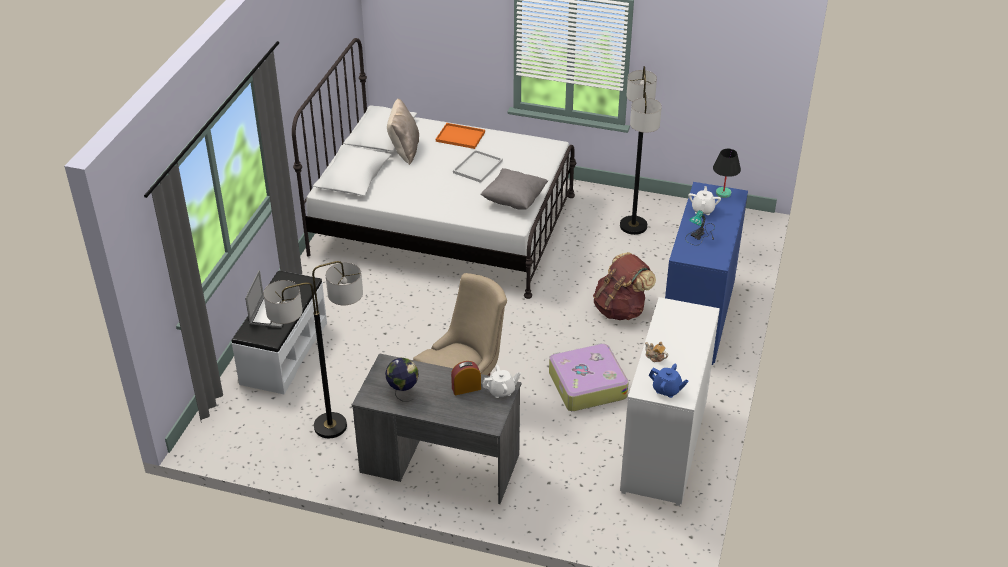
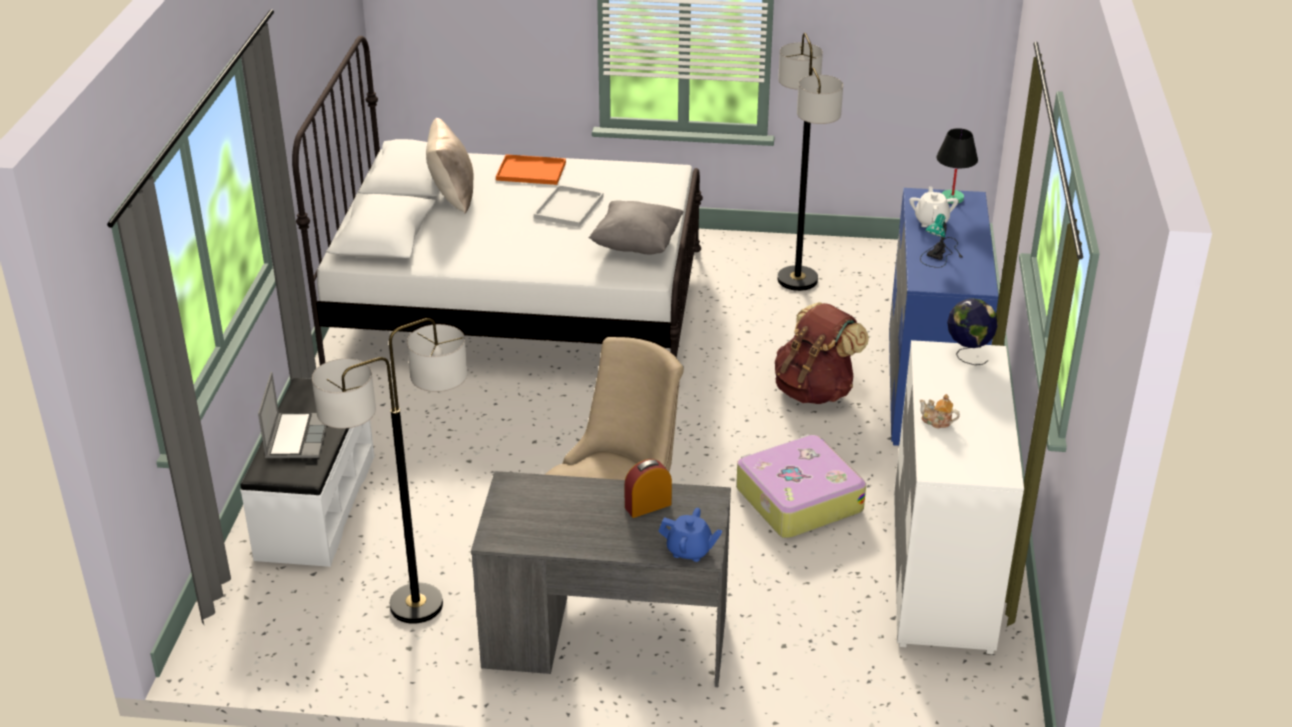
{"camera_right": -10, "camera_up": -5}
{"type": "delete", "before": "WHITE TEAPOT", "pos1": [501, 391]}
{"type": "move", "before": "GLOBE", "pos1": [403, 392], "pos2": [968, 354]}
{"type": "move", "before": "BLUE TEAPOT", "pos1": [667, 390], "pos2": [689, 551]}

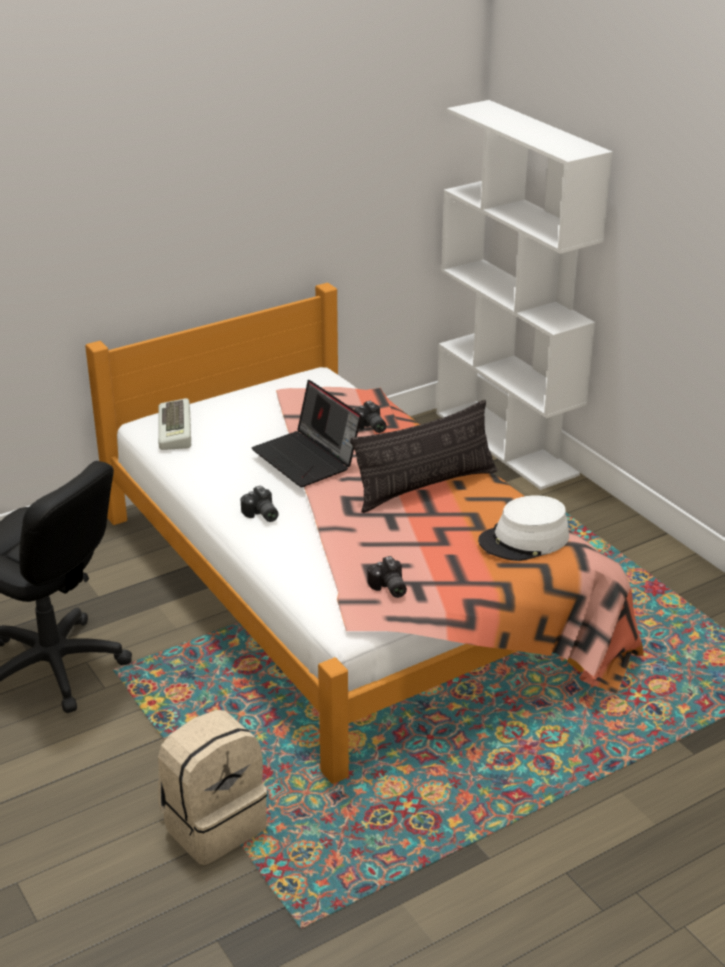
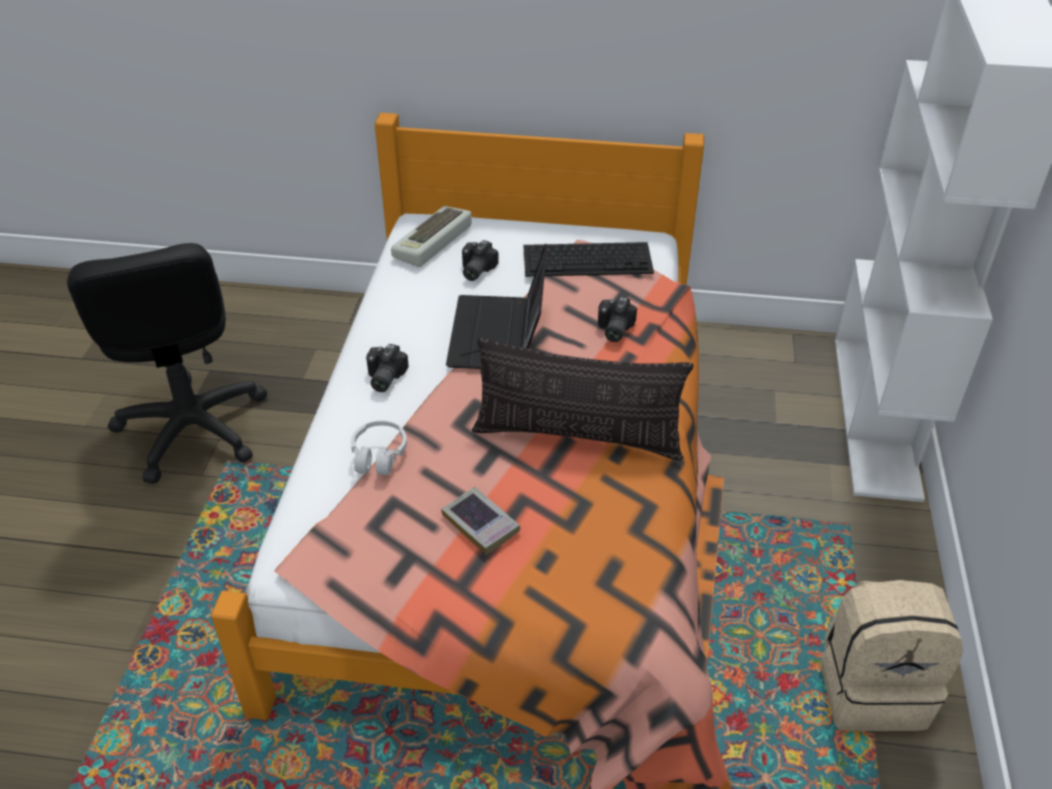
{"camera_right": 40, "camera_up": 10}
{"type": "delete", "before": "WHITE HAT", "pos1": [524, 540]}
{"type": "insert", "after": "WHITE HEADPHONES", "pos2": [379, 455]}
{"type": "insert", "after": "BOOK", "pos2": [480, 524]}
{"type": "insert", "after": "KEYBOARD", "pos2": [588, 259]}
{"type": "move", "before": "BEIGE BACKPACK", "pos1": [213, 823], "pos2": [872, 689]}
{"type": "move", "before": "PHOTO CAMERA", "pos1": [388, 588], "pos2": [474, 270]}

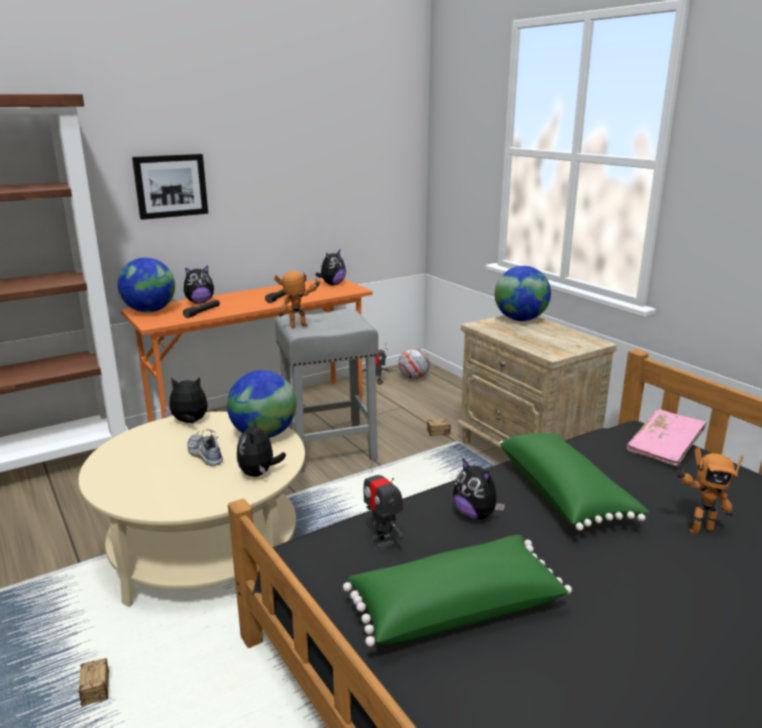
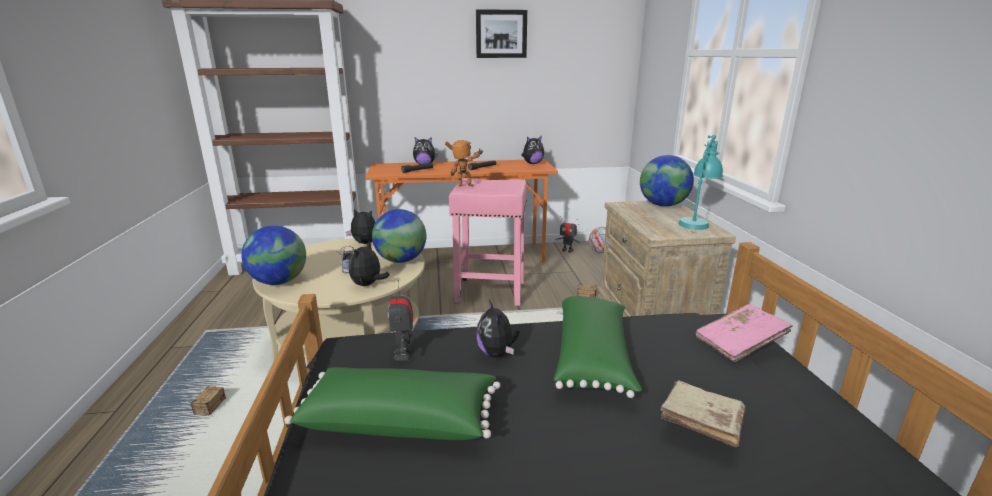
{"camera_right": 25, "camera_up": 0}
{"type": "insert", "after": "TURQUOISE TABLE LAMP", "pos2": [696, 221]}
{"type": "move", "before": "GLOBE", "pos1": [150, 311], "pos2": [279, 282]}
{"type": "move", "before": "PICTURE", "pos1": [170, 186], "pos2": [501, 34]}
{"type": "replace", "before": "TOY ROBOT", "after": "BEIGE BOOK", "pos1": [698, 528], "pos2": [700, 424]}
{"type": "recolor", "before": "GREY STOOL", "after": "PINK STOOL", "pos1": [328, 451], "pos2": [489, 291]}

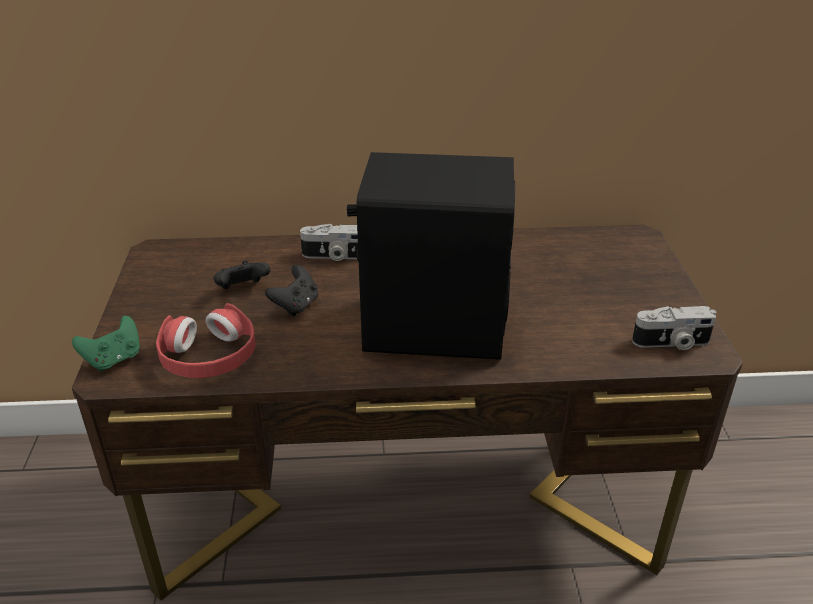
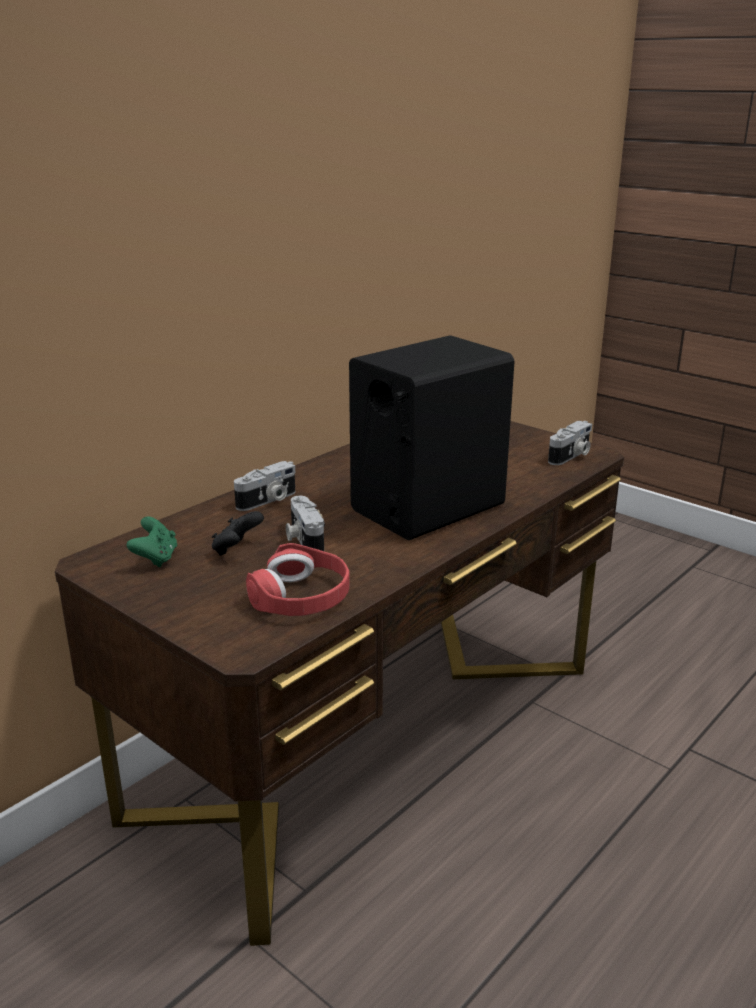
{"camera_right": -45, "camera_up": -10}
{"type": "move", "before": "GREEN GAME CONTROLLER", "pos1": [114, 359], "pos2": [156, 558]}
{"type": "replace", "before": "BLACK GAME CONTROLLER", "after": "PHOTO CAMERA", "pos1": [296, 305], "pos2": [303, 539]}

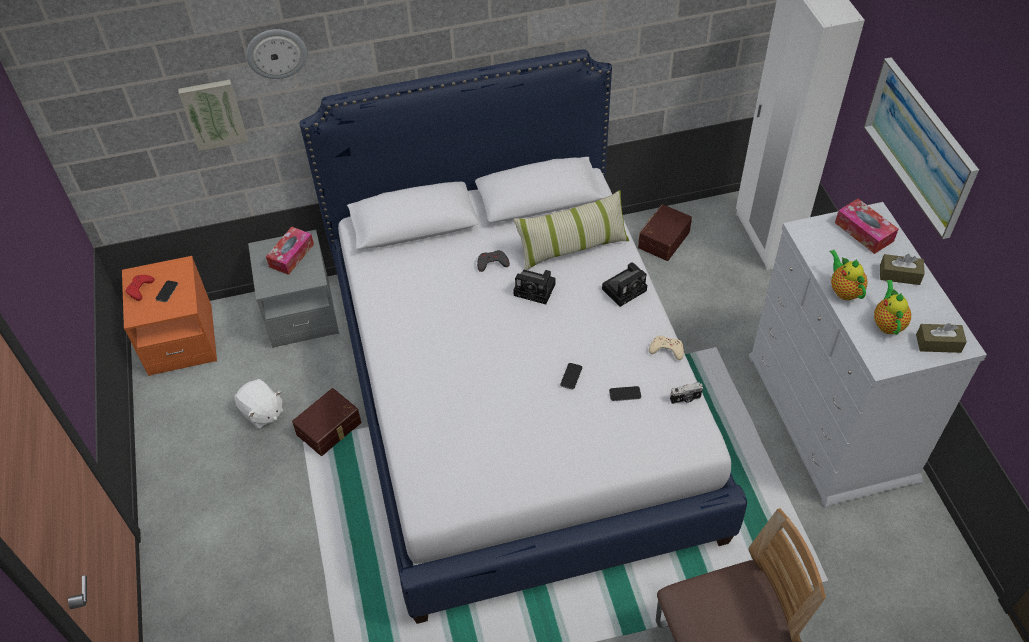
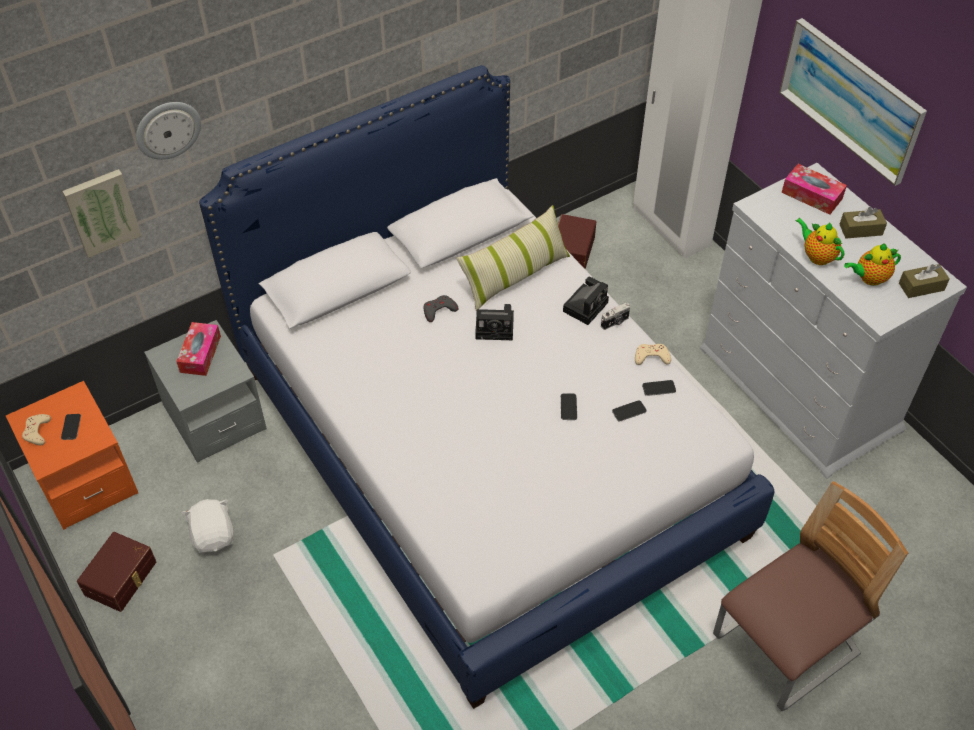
{"camera_right": -20, "camera_up": 0}
{"type": "insert", "after": "PHONE", "pos2": [658, 388]}
{"type": "move", "before": "BROWN STORAGE BOX", "pos1": [330, 429], "pos2": [122, 578]}
{"type": "move", "before": "PHOTO CAMERA", "pos1": [685, 399], "pos2": [615, 322]}
{"type": "recolor", "before": "RED GAME CONTROLLER", "after": "BEIGE GAME CONTROLLER", "pos1": [140, 289], "pos2": [37, 432]}
{"type": "rotate", "before": "WHITE PLUSH TOY", "pos1": [262, 412], "pos2": [214, 535], "turn": -135}
{"type": "rotate", "before": "TEAPOT", "pos1": [887, 323], "pos2": [869, 278], "turn": -90}

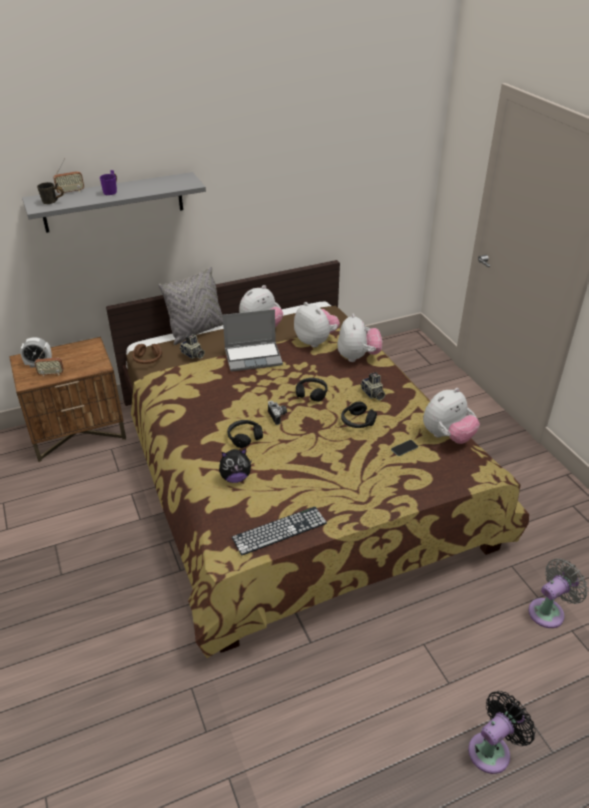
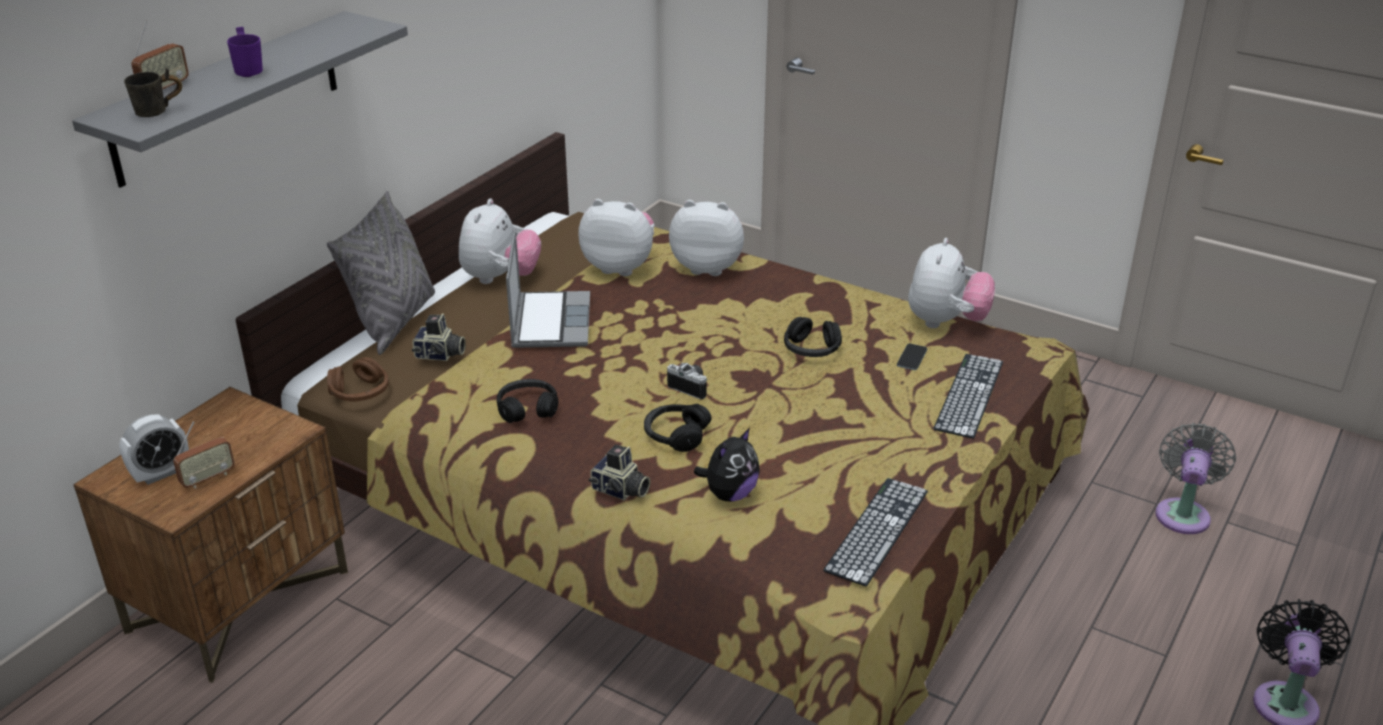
{"camera_right": -35, "camera_up": -5}
{"type": "insert", "after": "KEYBOARD", "pos2": [969, 395]}
{"type": "move", "before": "BLACK HEADPHONES", "pos1": [311, 393], "pos2": [527, 409]}
{"type": "move", "before": "PHOTO CAMERA", "pos1": [372, 394], "pos2": [620, 490]}
{"type": "rotate", "before": "LAPTOP", "pos1": [254, 357], "pos2": [549, 321], "turn": -45}
{"type": "rotate", "before": "PLUSH TOY", "pos1": [358, 357], "pos2": [707, 267], "turn": -45}

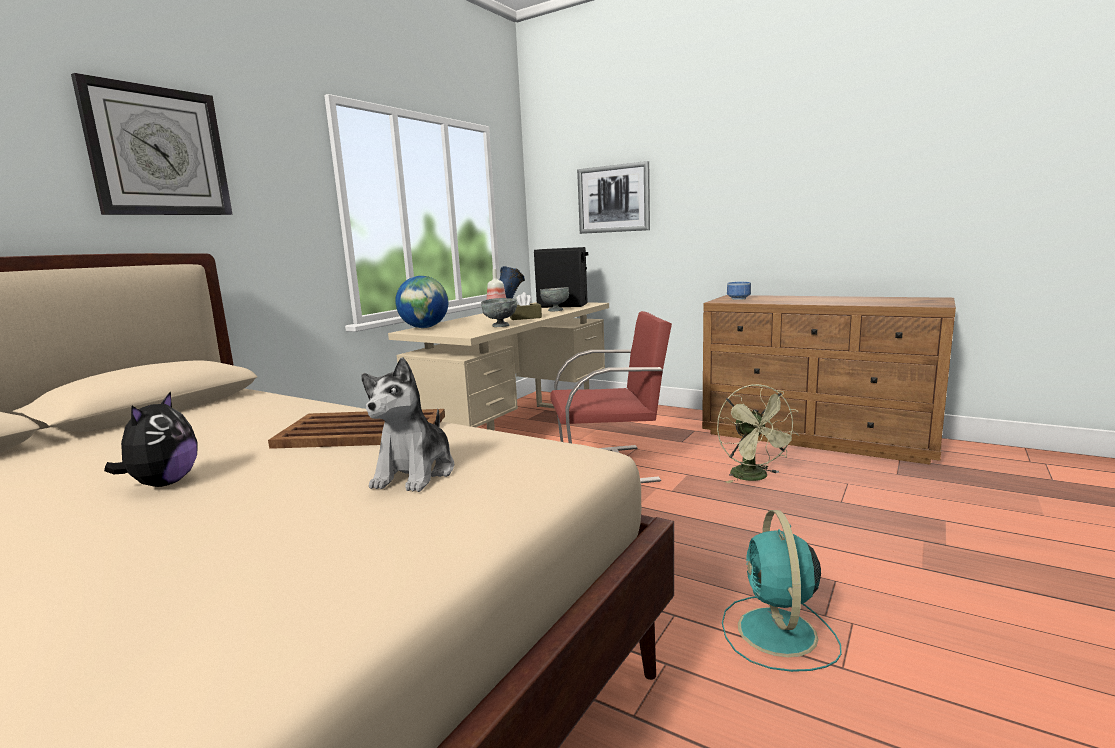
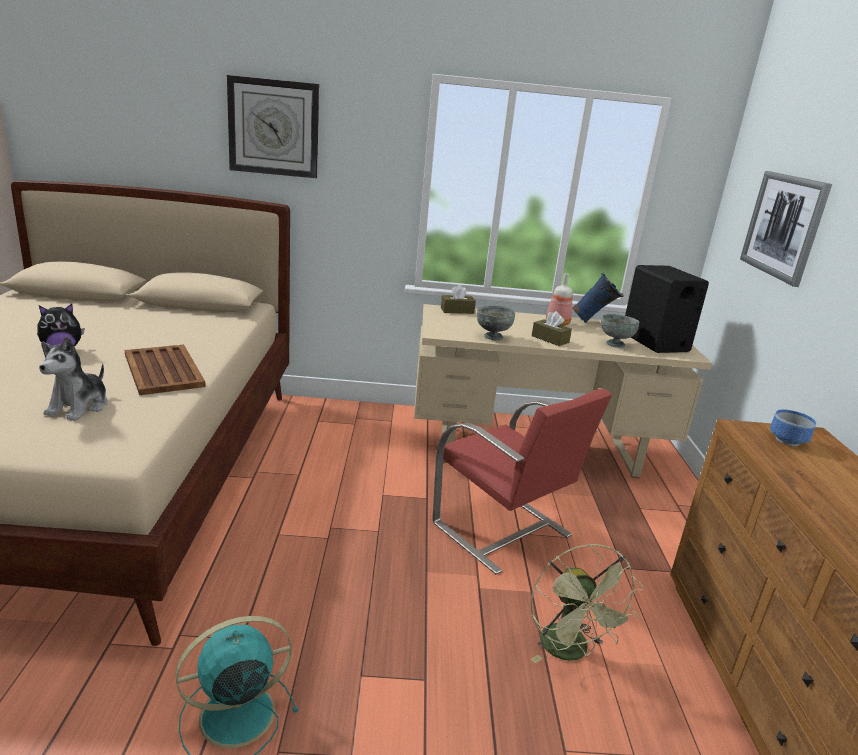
{"camera_right": 55, "camera_up": 10}
{"type": "replace", "before": "GLOBE", "after": "BROWN TISSUE BOX", "pos1": [424, 327], "pos2": [457, 310]}
{"type": "rotate", "before": "PLUSH TOY", "pos1": [416, 473], "pos2": [79, 407], "turn": -60}
{"type": "rotate", "before": "GREEN FAN", "pos1": [754, 477], "pos2": [570, 651], "turn": -60}

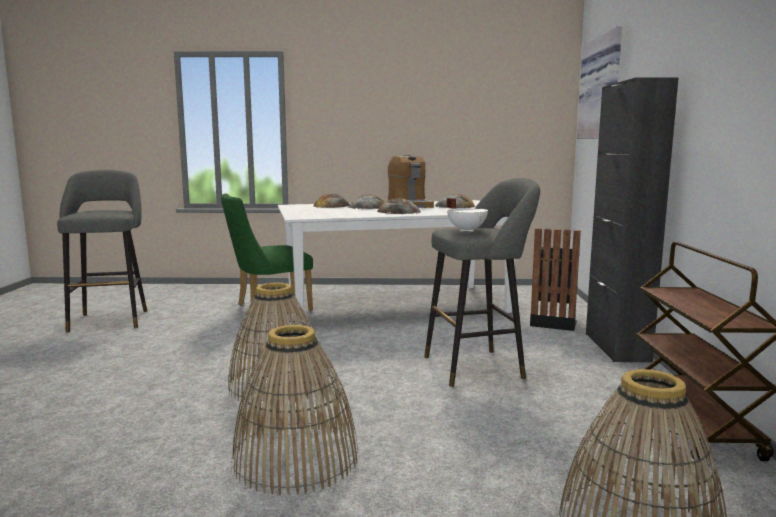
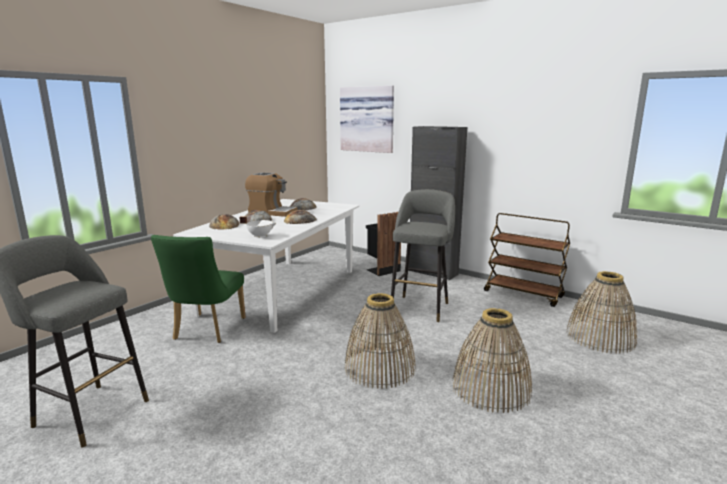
{"camera_right": -55, "camera_up": 5}
{"type": "move", "before": "WHITE COOKING POT", "pos1": [467, 230], "pos2": [260, 236]}

